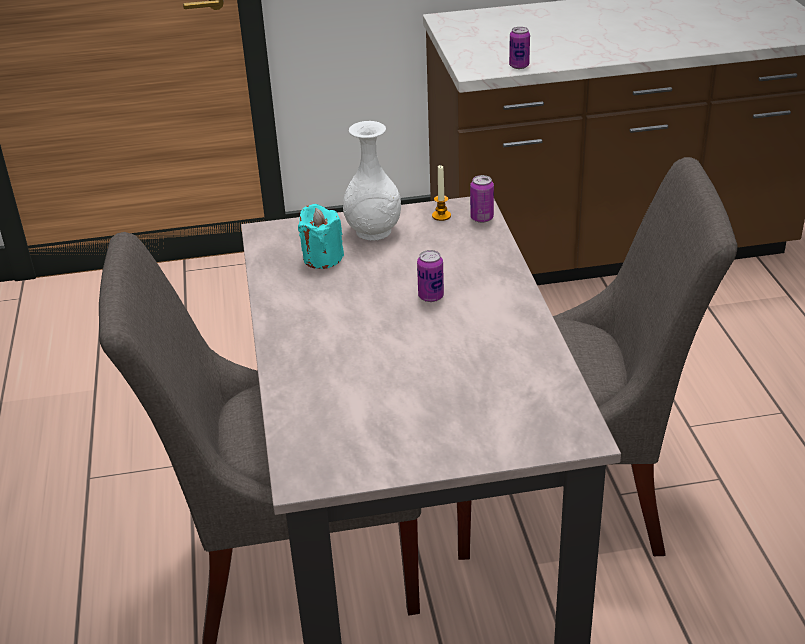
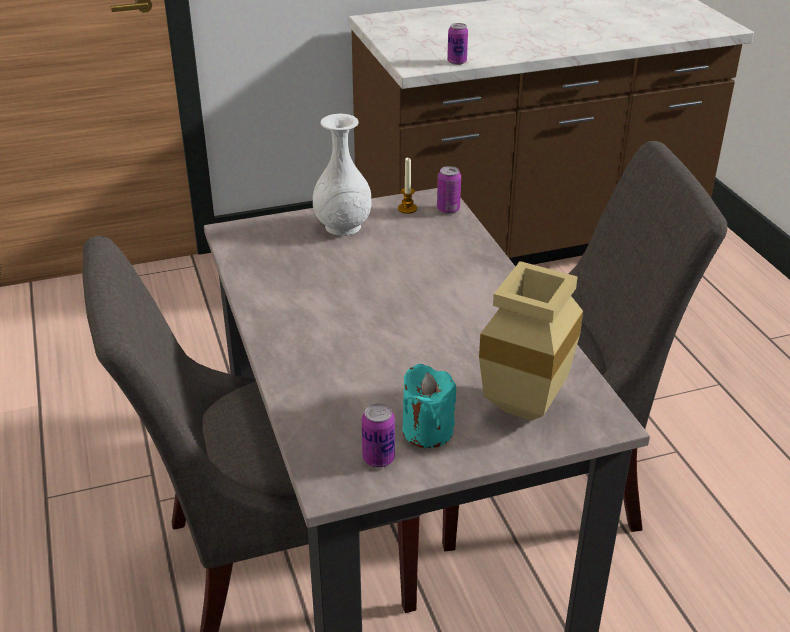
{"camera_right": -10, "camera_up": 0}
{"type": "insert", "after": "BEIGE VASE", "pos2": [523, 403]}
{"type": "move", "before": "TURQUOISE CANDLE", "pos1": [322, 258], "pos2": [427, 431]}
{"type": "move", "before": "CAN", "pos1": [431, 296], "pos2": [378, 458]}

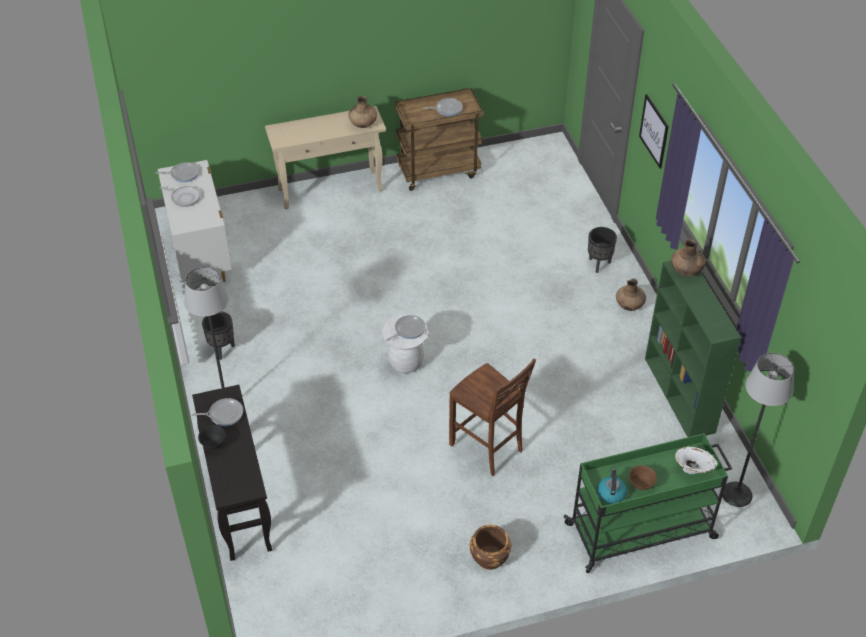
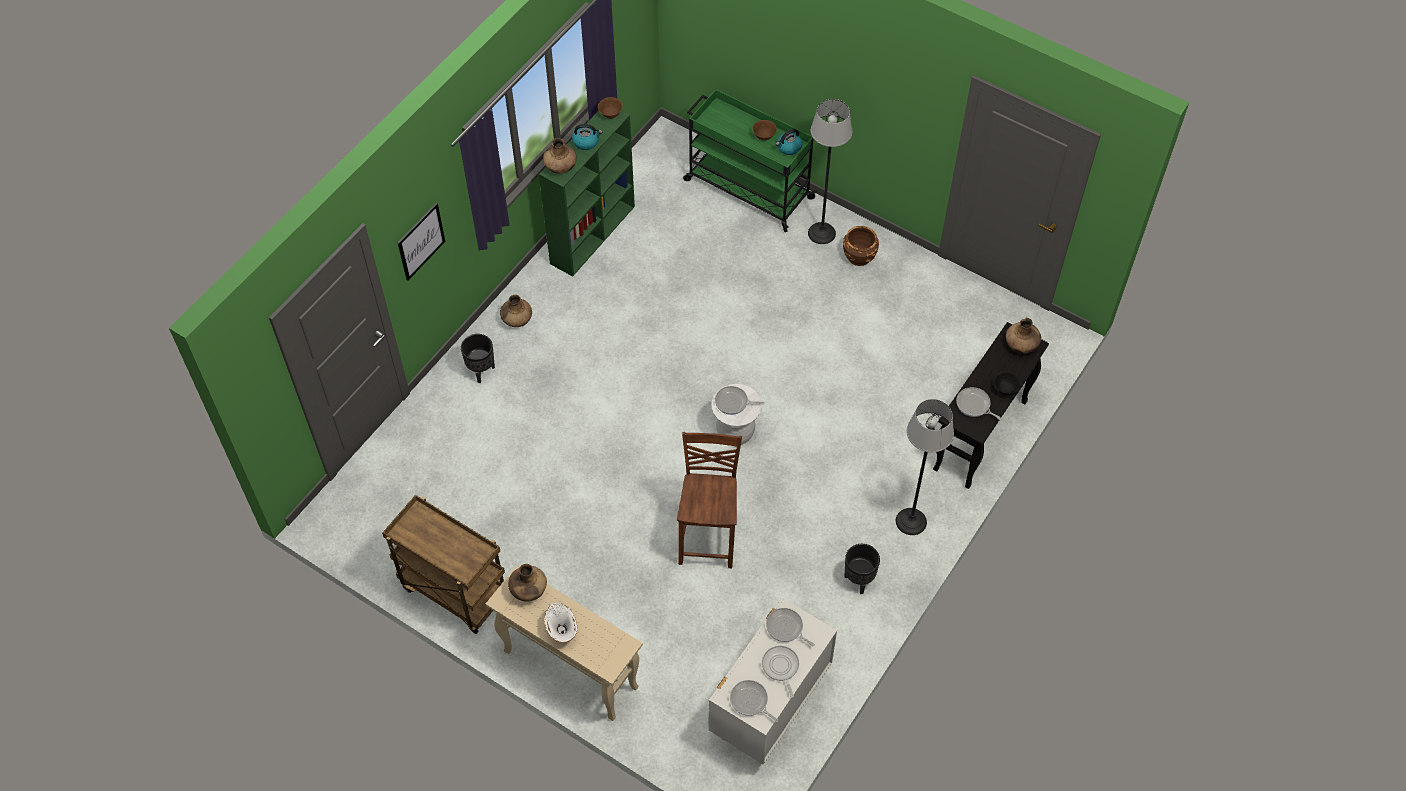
{"camera_right": -130, "camera_up": 10}
{"type": "insert", "after": "KETTLE", "pos2": [586, 142]}
{"type": "insert", "after": "BROWN BOWL", "pos2": [610, 114]}
{"type": "insert", "after": "BROWN VASE", "pos2": [1021, 345]}
{"type": "move", "before": "FRYING PAN", "pos1": [447, 109], "pos2": [786, 628]}
{"type": "move", "before": "BROWN CHAIR", "pos1": [487, 448], "pos2": [709, 538]}
{"type": "move", "before": "WHITE VASE", "pos1": [693, 471], "pos2": [562, 631]}
{"type": "move", "before": "FLOOR LAMP", "pos1": [736, 494], "pos2": [822, 233]}

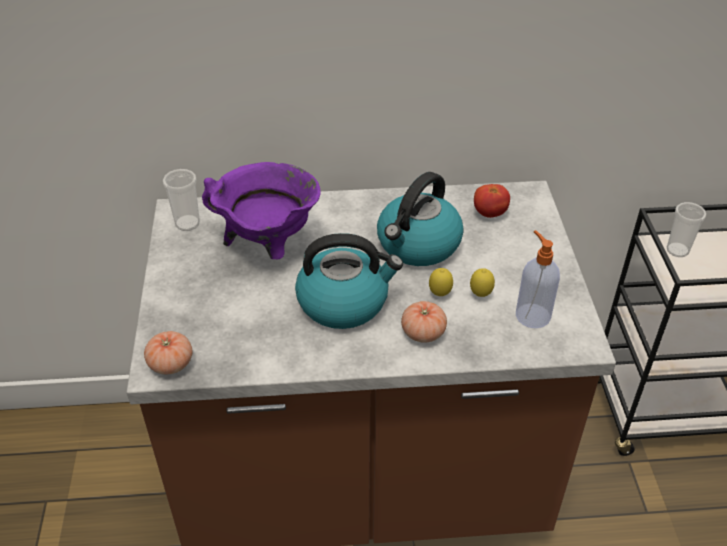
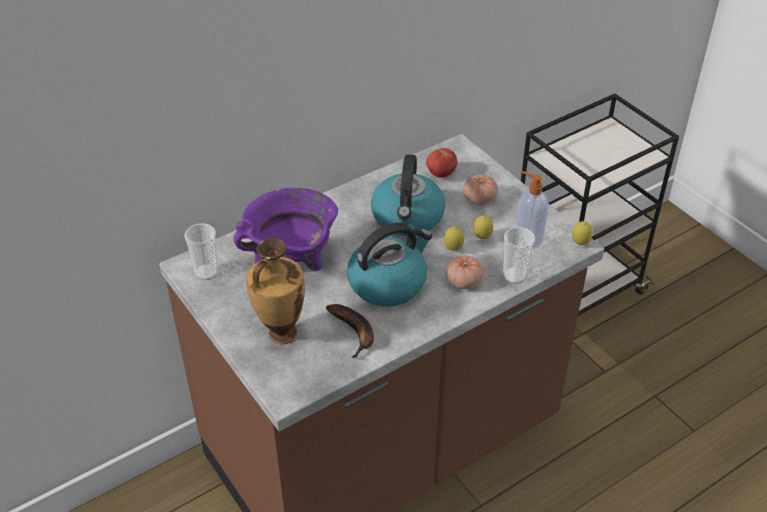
{"camera_right": -30, "camera_up": 0}
{"type": "insert", "after": "VASE", "pos2": [280, 334]}
{"type": "insert", "after": "BANANA", "pos2": [355, 332]}
{"type": "insert", "after": "LEMON", "pos2": [580, 244]}
{"type": "move", "before": "TOMATO", "pos1": [171, 363], "pos2": [479, 198]}
{"type": "move", "before": "CUP", "pos1": [677, 250], "pos2": [514, 276]}

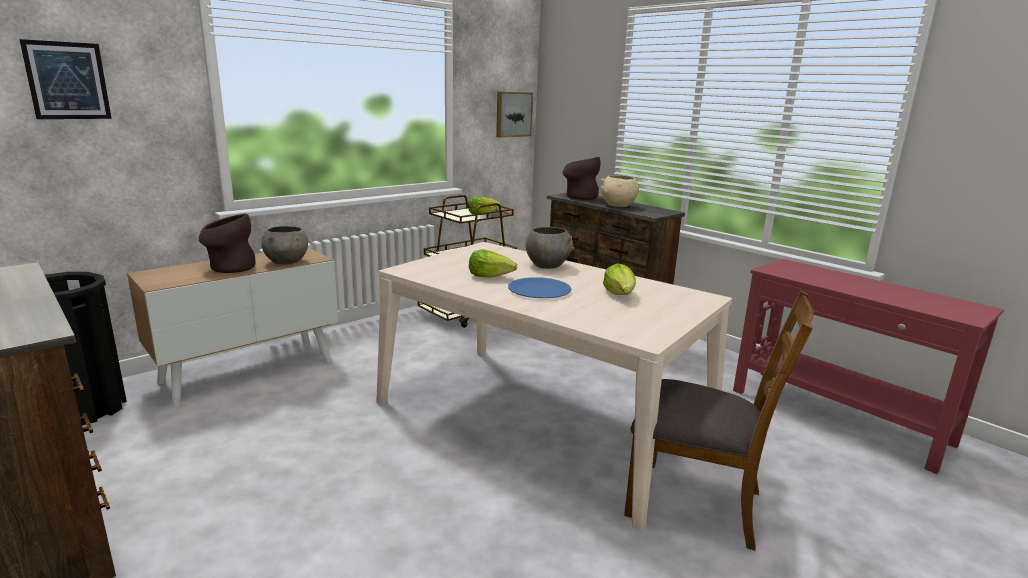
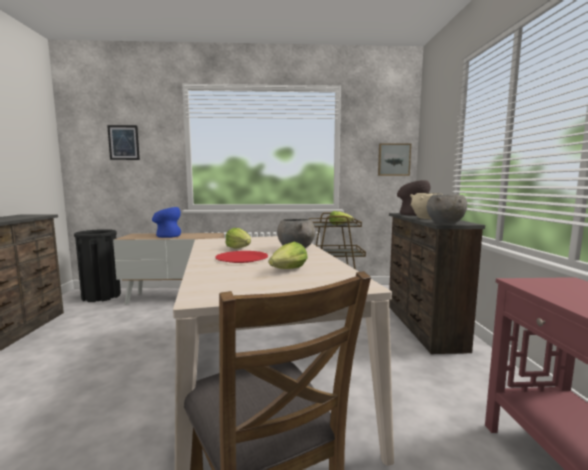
{"camera_right": 40, "camera_up": -10}
{"type": "move", "before": "GREY BOWL", "pos1": [287, 262], "pos2": [445, 223]}
{"type": "recolor", "before": "BROWN VASE", "after": "BLUE VASE", "pos1": [229, 267], "pos2": [167, 236]}
{"type": "recolor", "before": "BLUE PLATE", "after": "RED PLATE", "pos1": [539, 290], "pos2": [242, 258]}

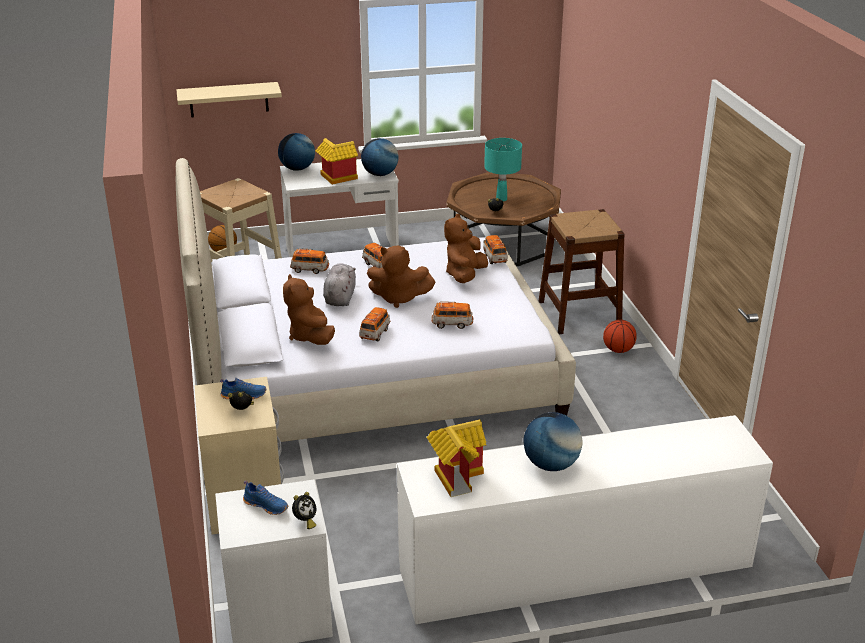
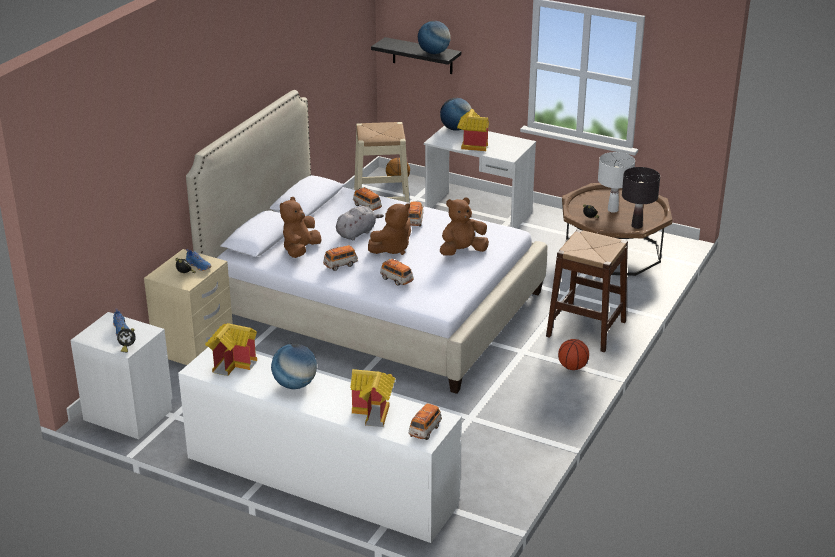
{"camera_right": 40, "camera_up": 0}
{"type": "insert", "after": "TOY HOUSE", "pos2": [374, 413]}
{"type": "insert", "after": "BLACK TABLE LAMP", "pos2": [637, 226]}
{"type": "move", "before": "GLOBE", "pos1": [380, 174], "pos2": [433, 53]}
{"type": "move", "before": "TOY CAR", "pos1": [495, 258], "pos2": [425, 430]}
{"type": "recolor", "before": "BEIGE SHELF", "after": "BLACK SHELF", "pos1": [228, 99], "pos2": [422, 56]}
{"type": "recolor", "before": "TURQUOISE TABLE LAMP", "after": "WHITE TABLE LAMP", "pos1": [501, 199], "pos2": [613, 210]}
{"type": "rotate", "before": "BROWN PLUSH TOY", "pos1": [399, 298], "pos2": [392, 249], "turn": -90}

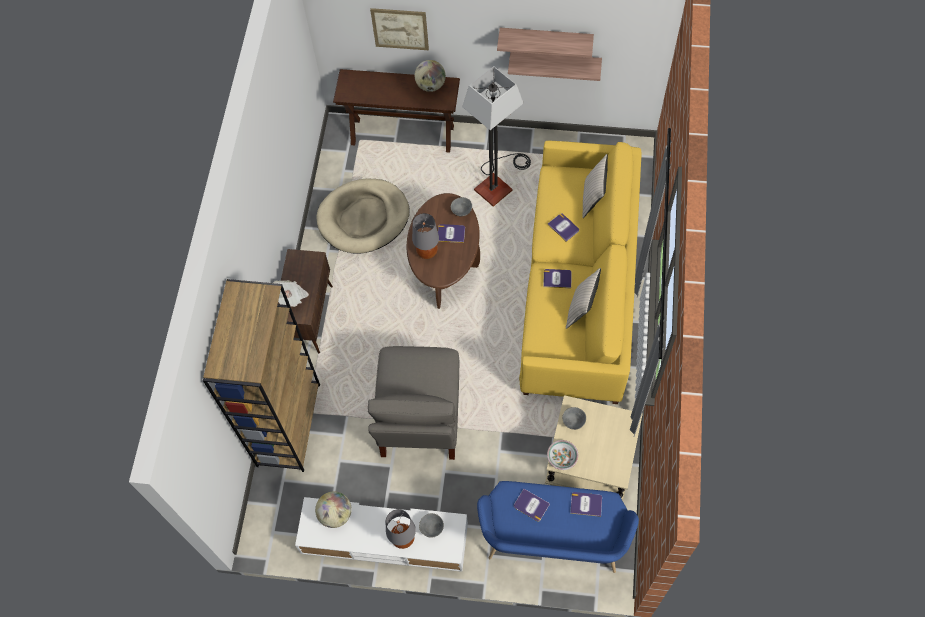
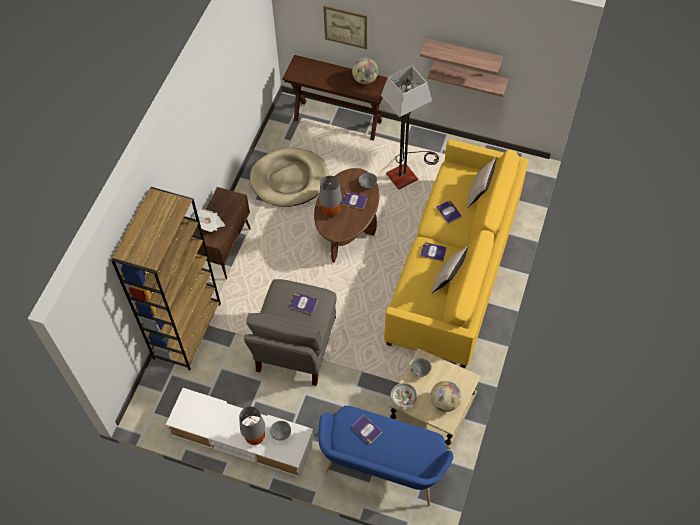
{"camera_right": 10, "camera_up": -5}
{"type": "move", "before": "GLOBE", "pos1": [336, 514], "pos2": [445, 402]}
{"type": "move", "before": "BOOK", "pos1": [586, 504], "pos2": [303, 303]}

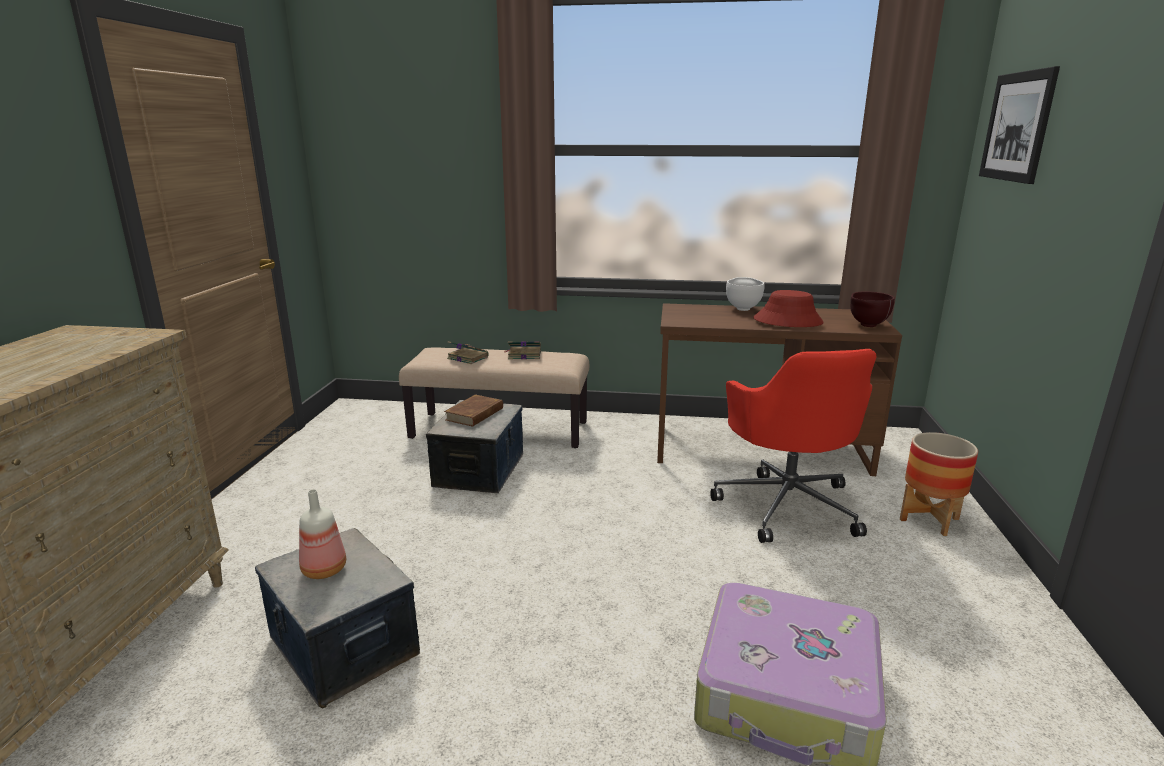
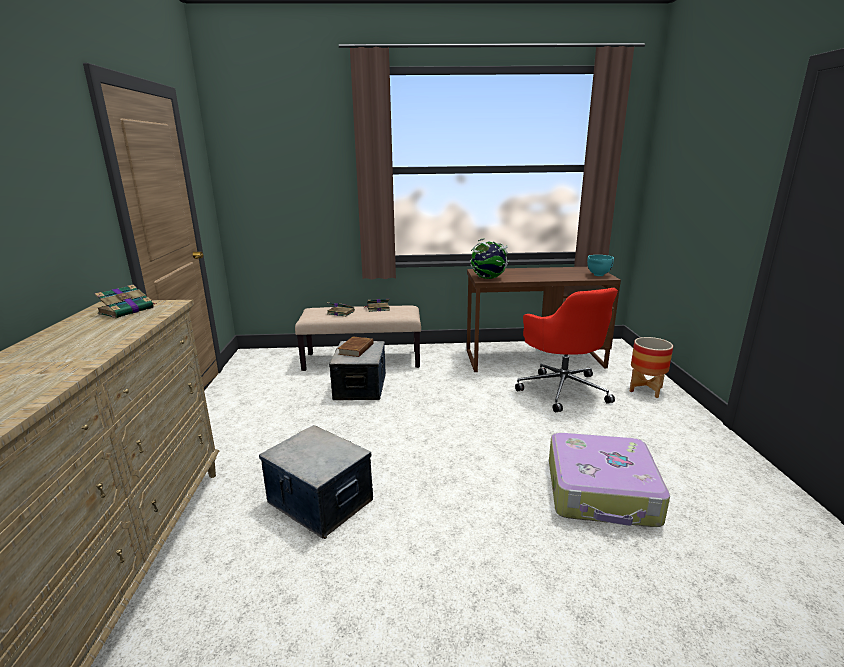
{"camera_right": -10, "camera_up": 0}
{"type": "delete", "before": "BOTTLE", "pos1": [322, 570]}
{"type": "delete", "before": "WHITE BOWL", "pos1": [743, 308]}
{"type": "delete", "before": "RED HAT", "pos1": [787, 321]}
{"type": "delete", "before": "PICTURE", "pos1": [1017, 126]}
{"type": "insert", "after": "BOOK", "pos2": [127, 310]}
{"type": "insert", "after": "GLOBE", "pos2": [488, 278]}
{"type": "recolor", "before": "BROWN BOWL", "after": "TURQUOISE BOWL", "pos1": [866, 325], "pos2": [597, 275]}

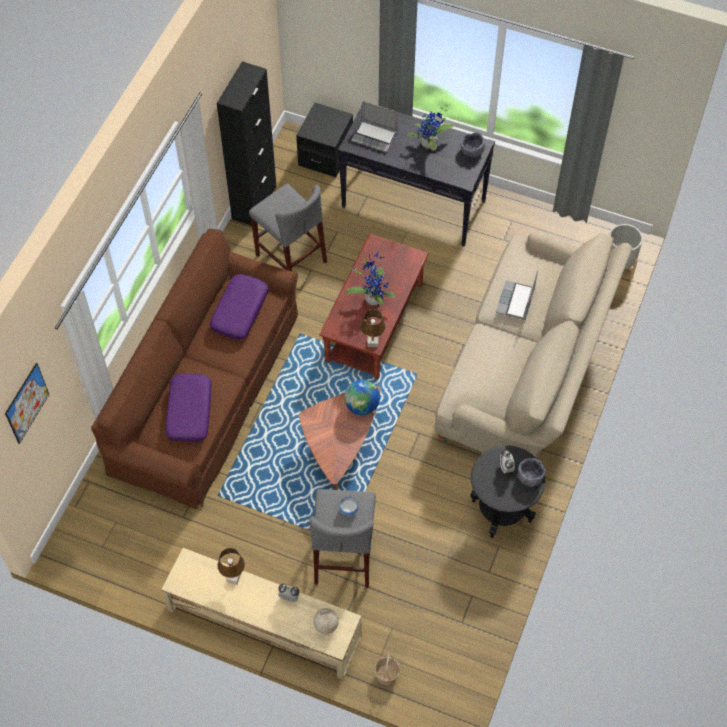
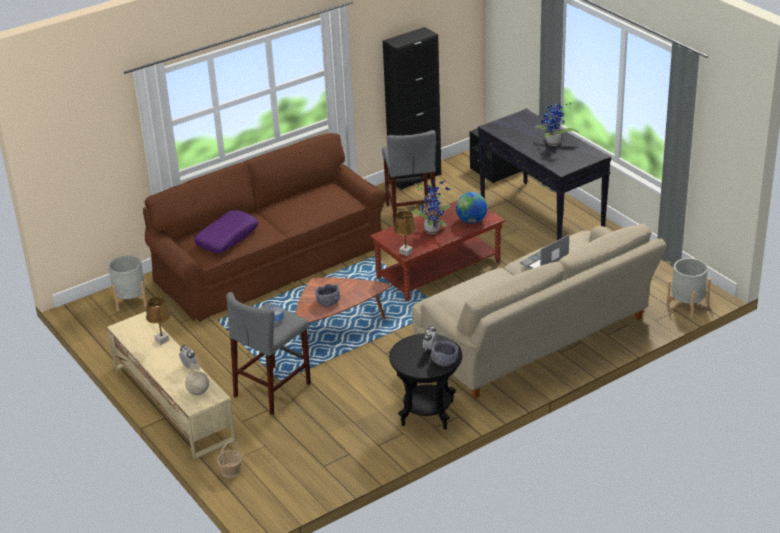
{"camera_right": 35, "camera_up": -25}
{"type": "delete", "before": "PICTURE", "pos1": [27, 403]}
{"type": "delete", "before": "PURPLE PILLOW", "pos1": [239, 311]}
{"type": "delete", "before": "LAPTOP", "pos1": [375, 136]}
{"type": "insert", "after": "GREY PLANTER", "pos2": [131, 300]}
{"type": "move", "before": "GLOBE", "pos1": [362, 406], "pos2": [471, 221]}
{"type": "move", "before": "GREY BOWL", "pos1": [472, 150], "pos2": [328, 301]}

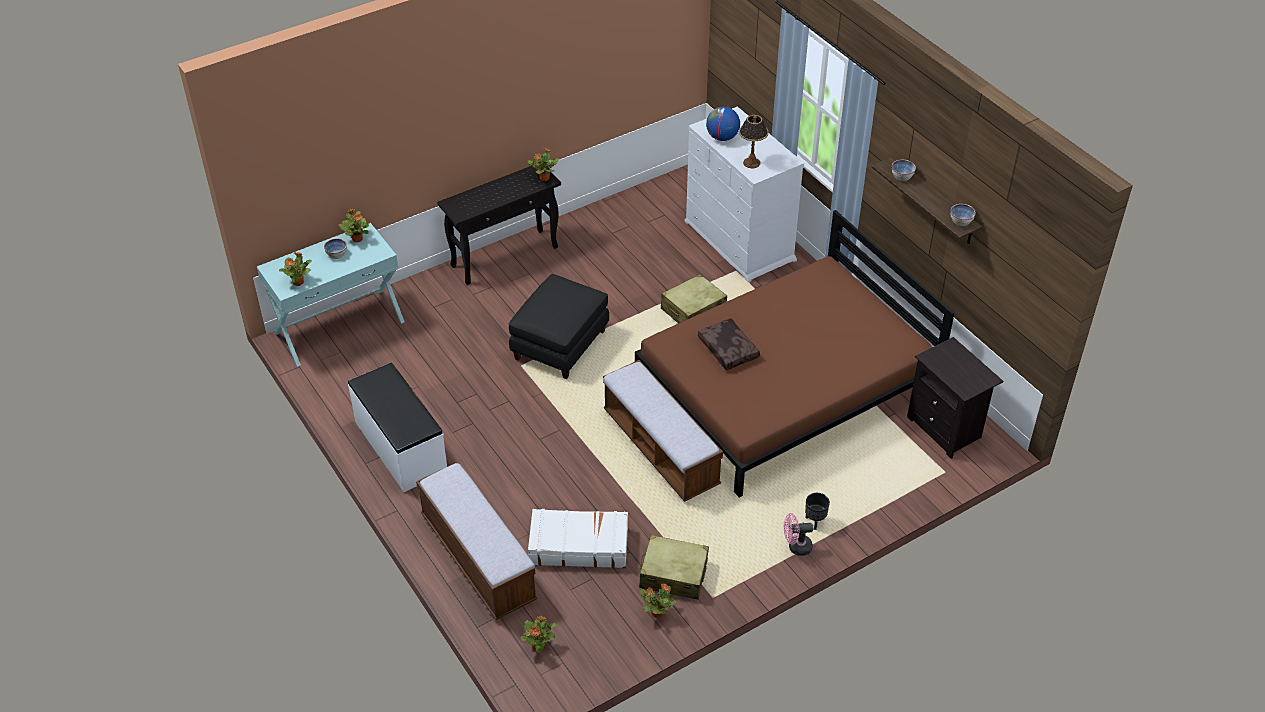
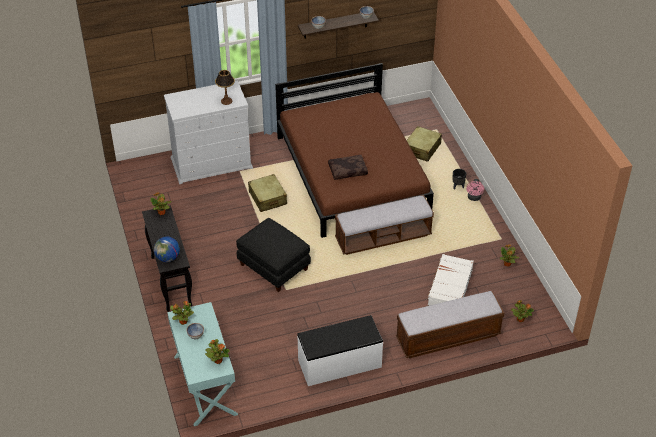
{"camera_right": -75, "camera_up": 0}
{"type": "delete", "before": "BLACK NIGHTSTAND", "pos1": [946, 429]}
{"type": "move", "before": "BEIGE SUITCASE", "pos1": [673, 574], "pos2": [422, 149]}
{"type": "move", "before": "GLOBE", "pos1": [722, 137], "pos2": [168, 258]}

